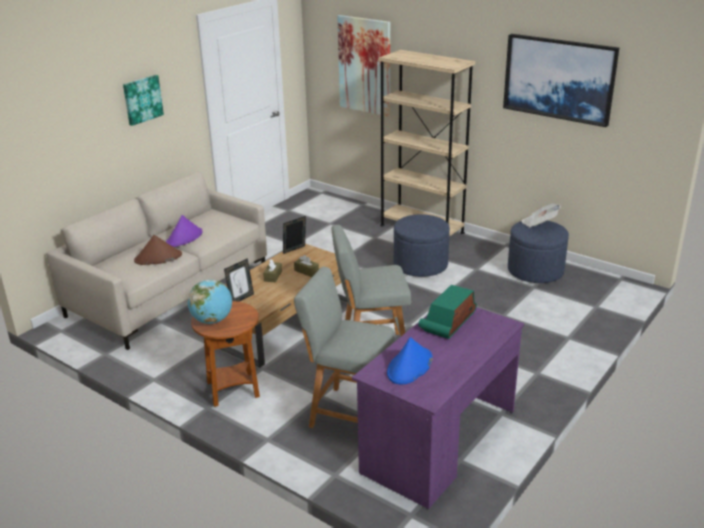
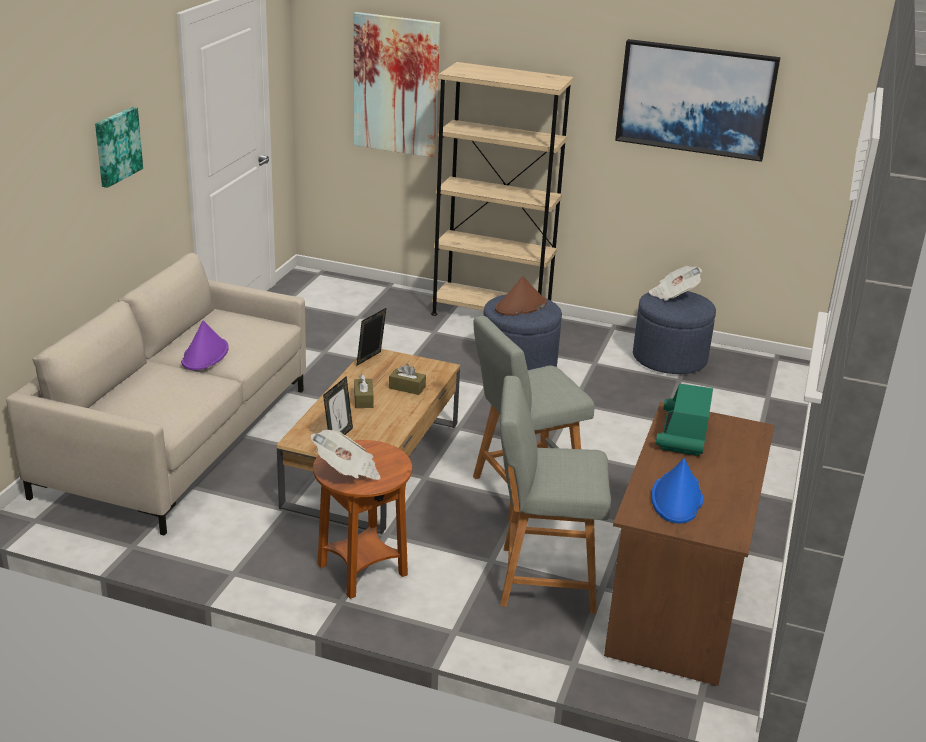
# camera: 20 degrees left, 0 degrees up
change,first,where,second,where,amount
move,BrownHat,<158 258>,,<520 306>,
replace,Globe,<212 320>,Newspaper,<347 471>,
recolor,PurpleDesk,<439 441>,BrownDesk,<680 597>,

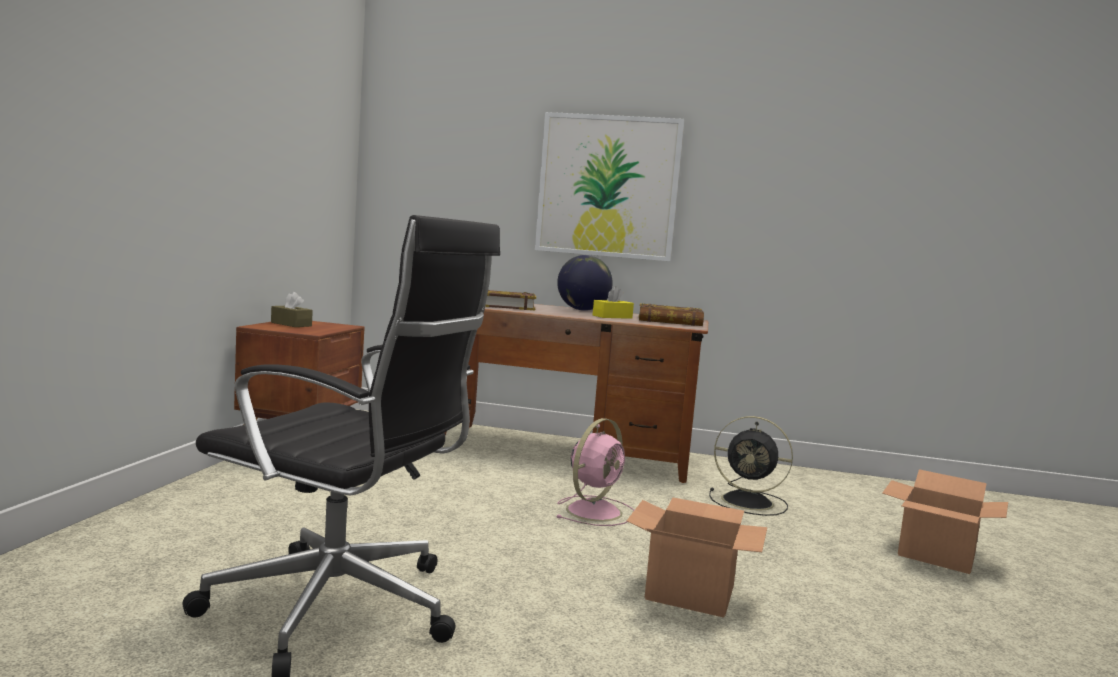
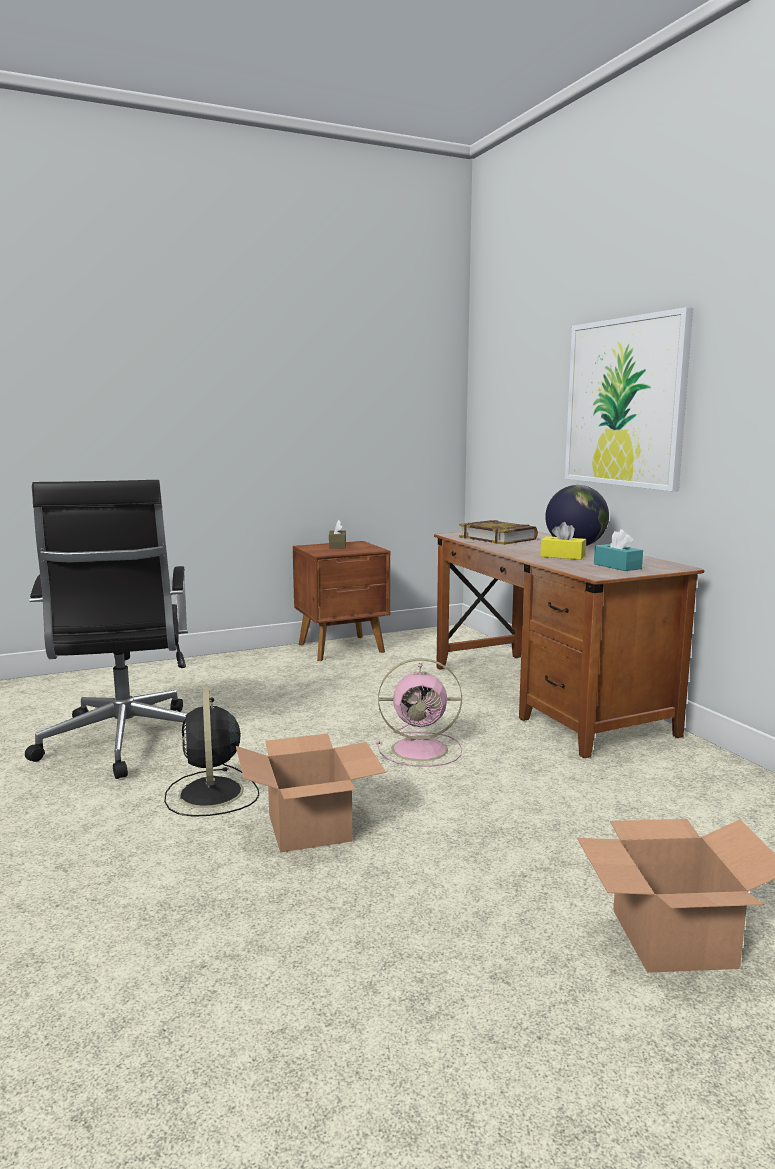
# camera: 55 degrees right, 5 degrees up
change,first,where,second,where,amount
move,BlackFan,<750 502>,,<211 794>,
replace,Book,<669 321>,TurquoiseTissueBox,<617 566>,

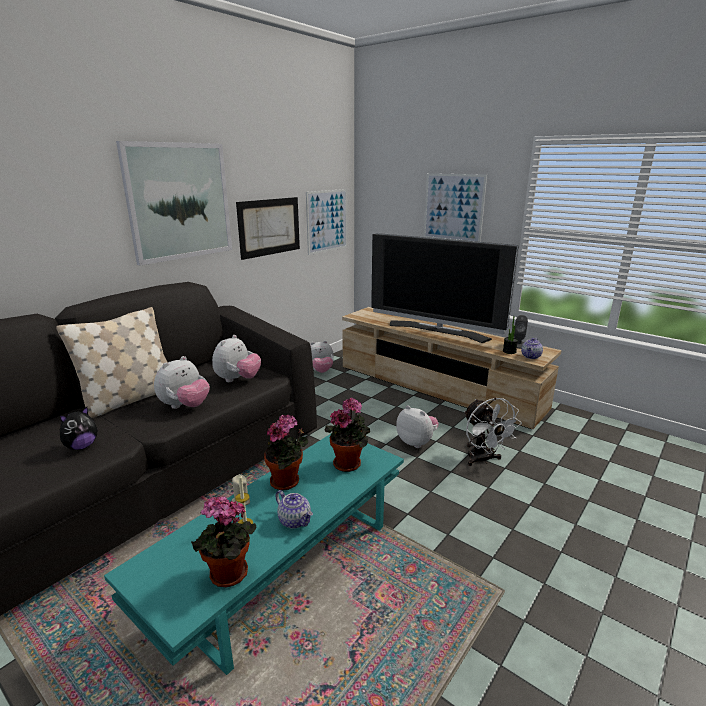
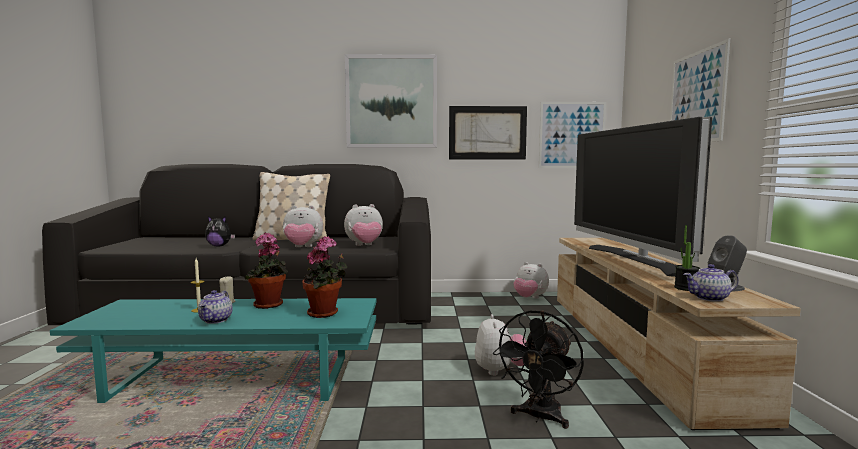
# camera: 50 degrees right, 15 degrees down
change,first,where,second,where,amount
delete,PottedPlant,<227 576>,,,
recolor,WhiteFan,<483 460>,BlackFan,<539 417>,

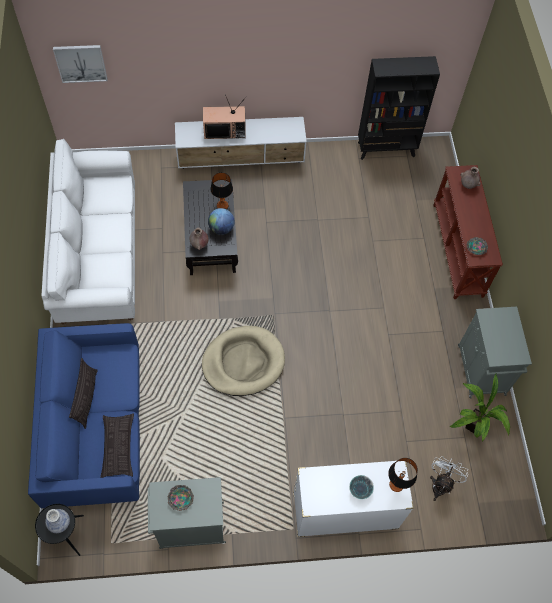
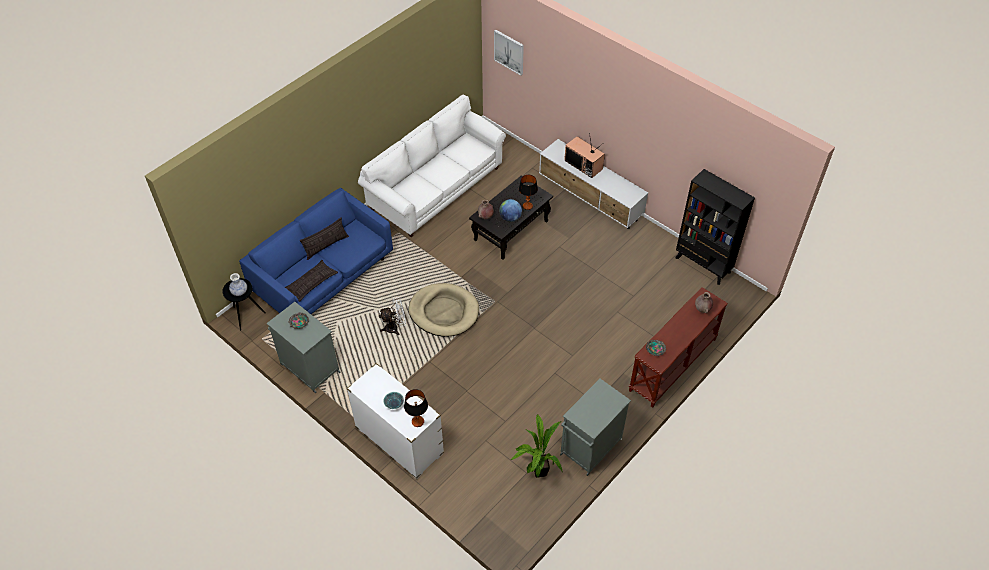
# camera: 50 degrees right, 10 degrees down
change,first,where,second,where,amount
move,WhiteFan,<441 484>,,<395 327>,

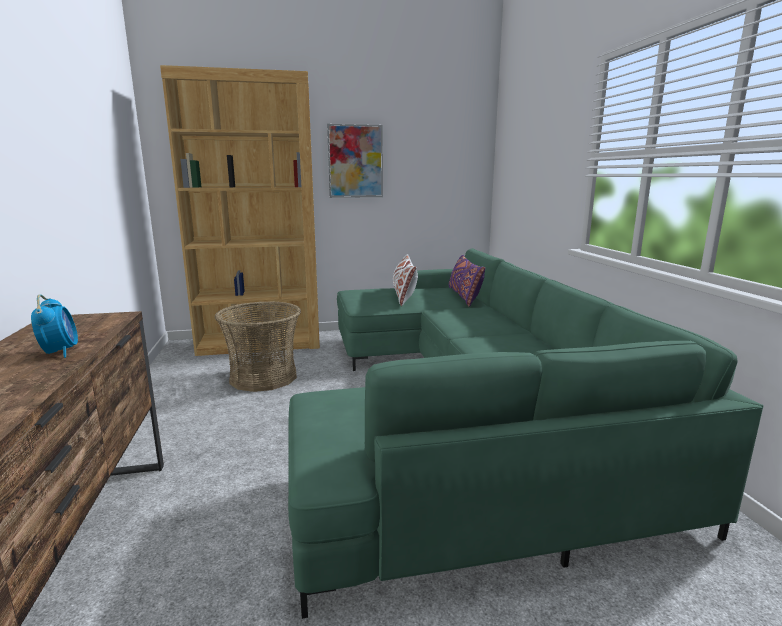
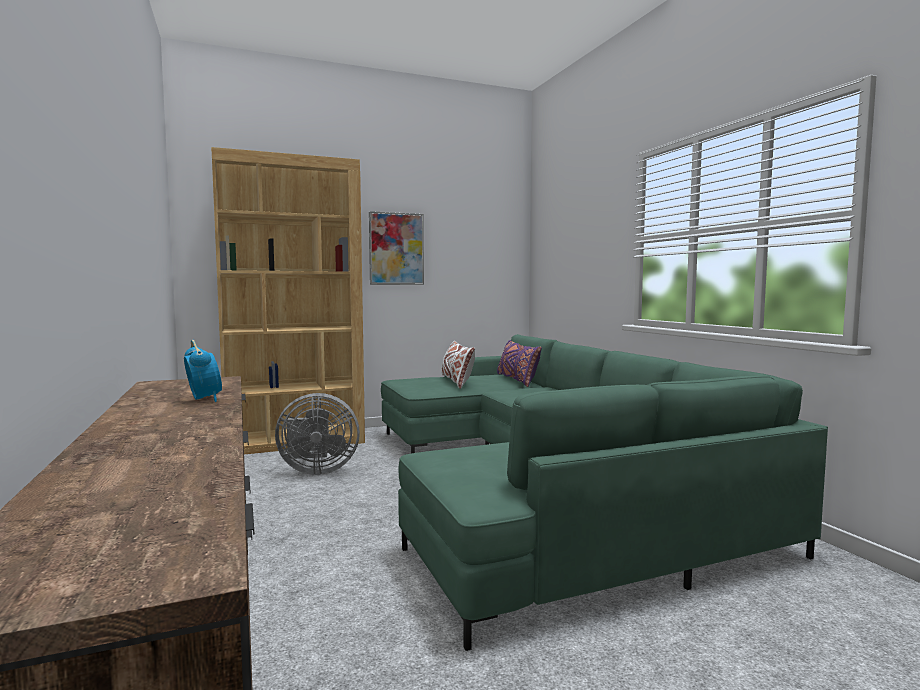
# camera: 10 degrees left, 10 degrees down
change,first,where,second,where,amount
replace,Basket,<263 377>,GreyFan,<316 470>,

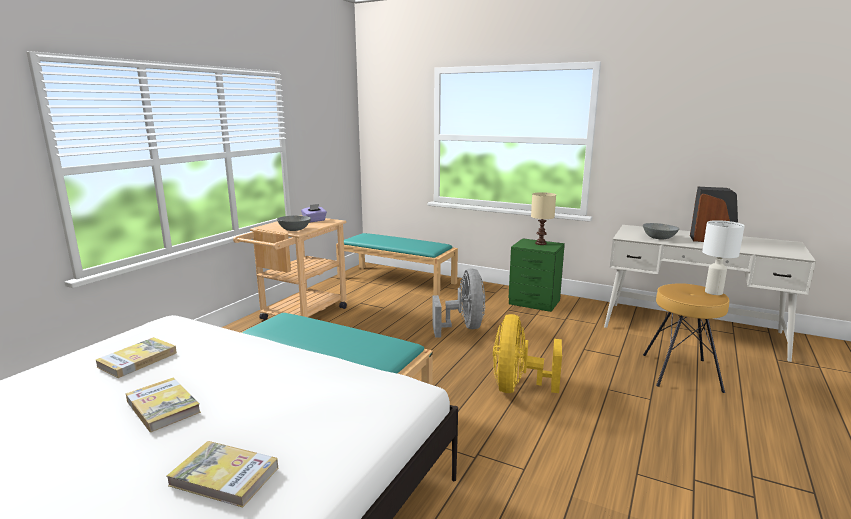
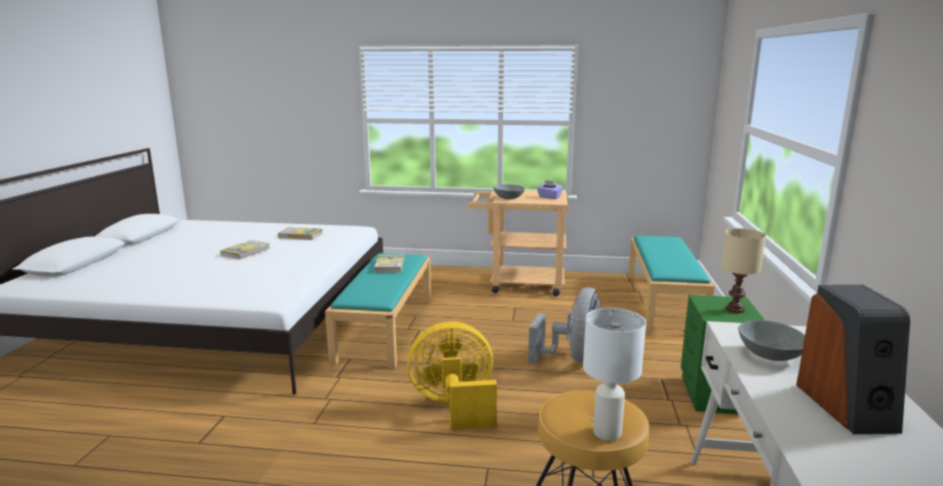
# camera: 70 degrees right, 0 degrees up
change,first,where,second,where,amount
move,Book,<224 476>,,<389 265>,
rotate,GreyFan,<463 327>,,<573 358>,45 degrees counterclockwise

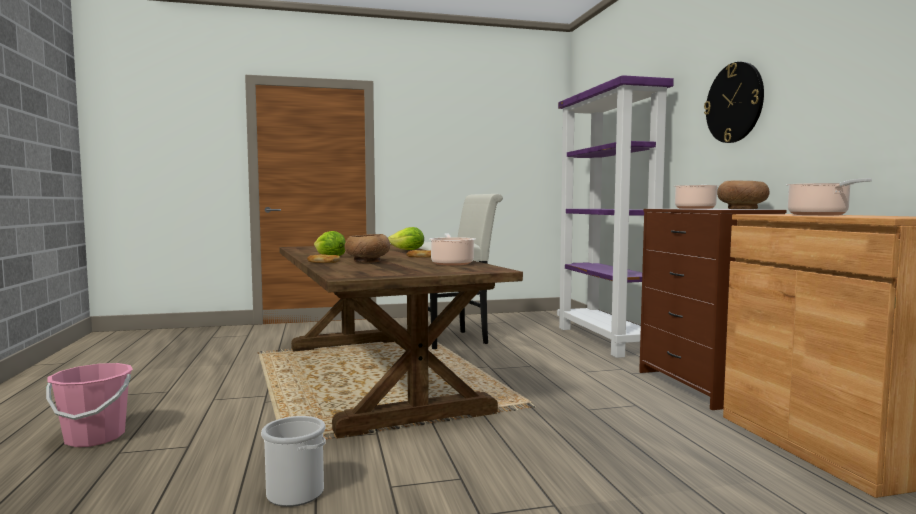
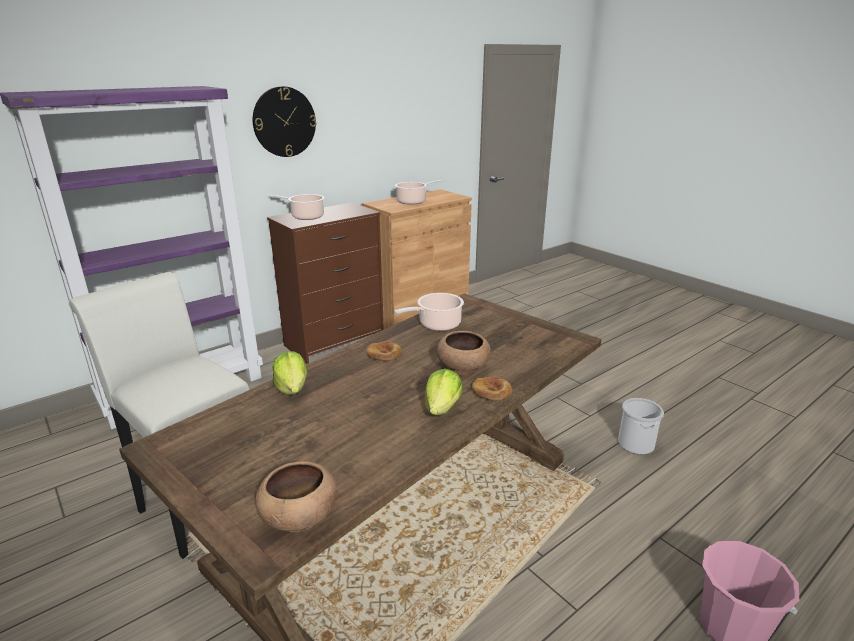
# camera: 115 degrees left, 20 degrees up
change,first,where,second,where,amount
move,BrownBowl,<742 209>,,<298 516>,

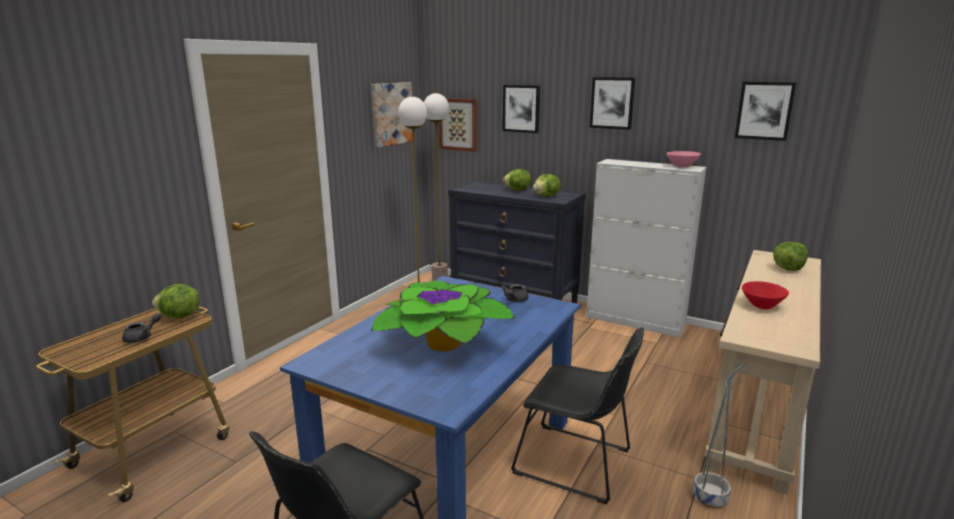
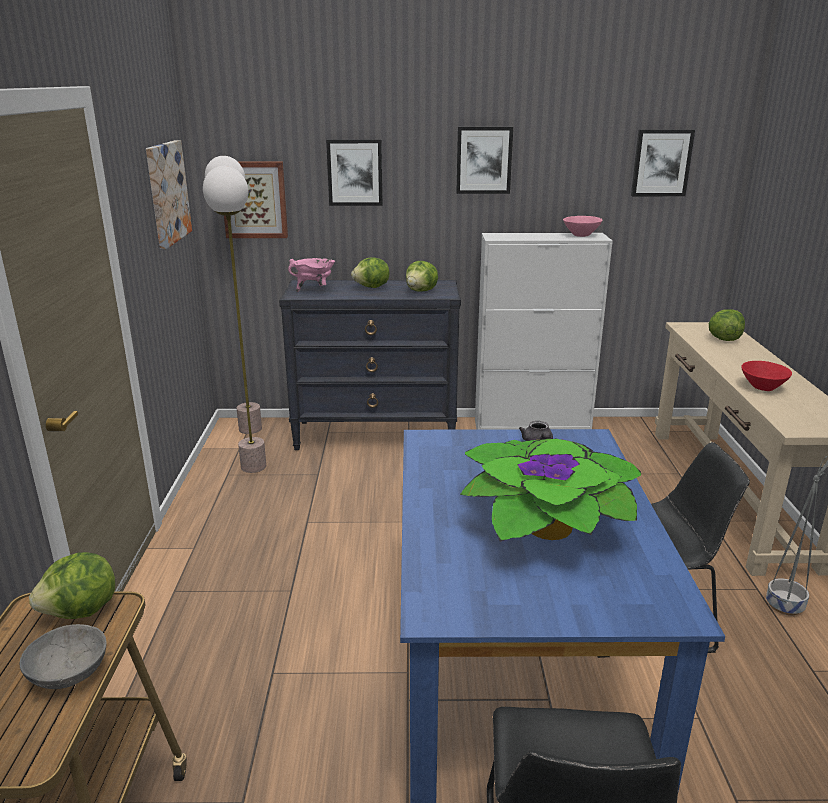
# camera: 30 degrees left, 5 degrees up
change,first,where,second,where,amount
insert,,,PinkCookingPot,<314 290>,
replace,GreyTeapot,<142 337>,GreyBowl,<68 672>,

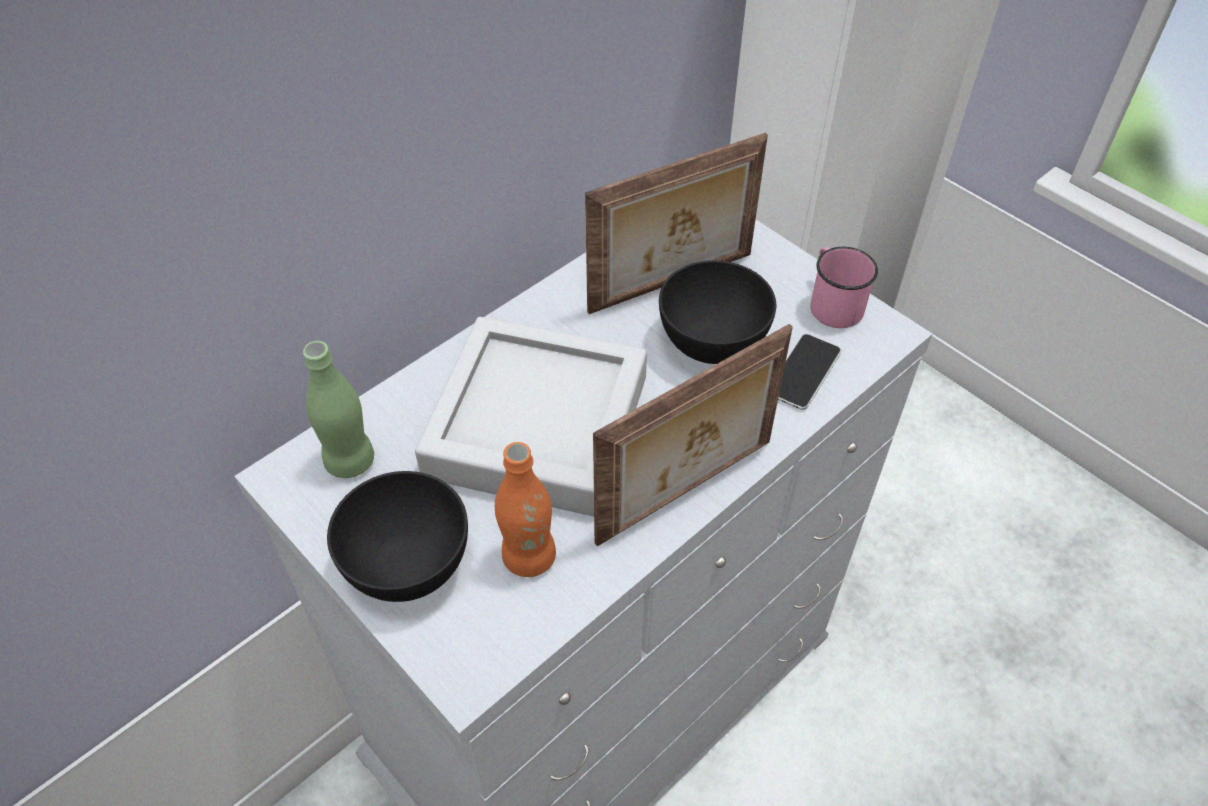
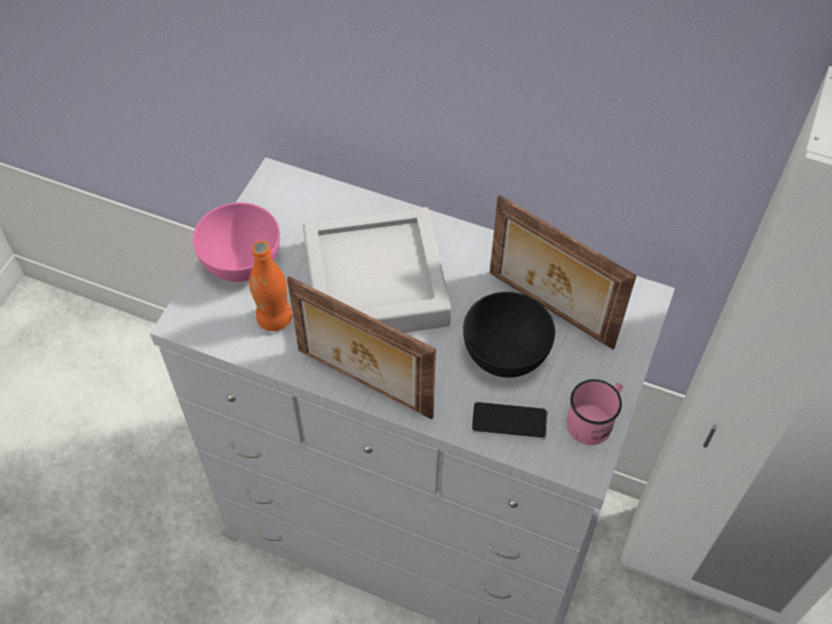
# camera: 65 degrees right, 5 degrees up
change,first,where,second,where,amount
delete,GreenBottle,<350 461>,,,
recolor,BlackBowl,<409 567>,PinkBowl,<242 264>,

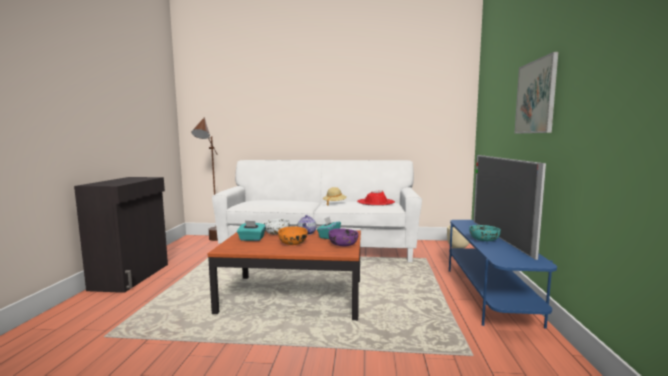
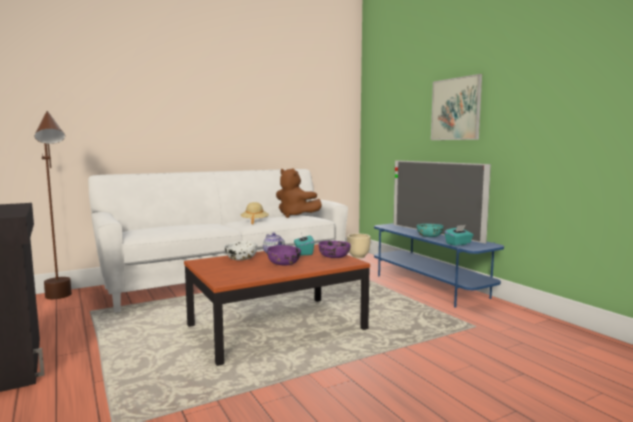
# camera: 35 degrees left, 0 degrees up
change,first,where,second,where,amount
move,TurquoiseTissueBox,<251 239>,,<458 244>,
replace,RedHat,<375 202>,BrownPlushToy,<295 215>,
recolor,OrangeBowl,<293 243>,PurpleBowl,<284 263>,

